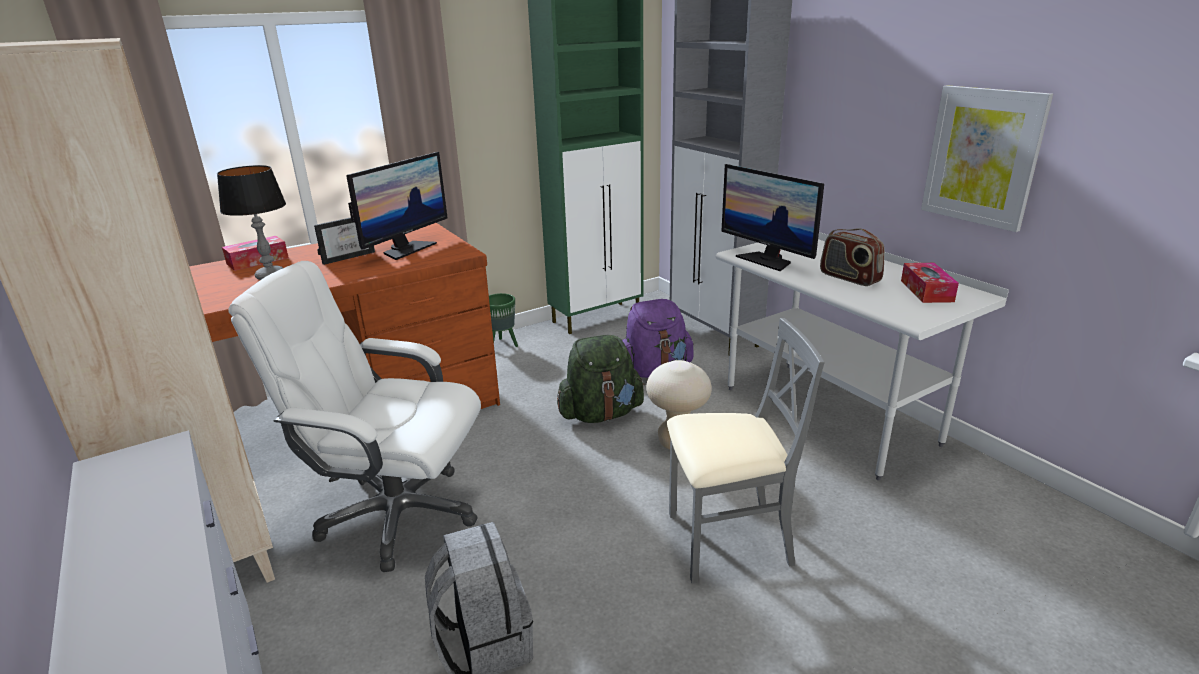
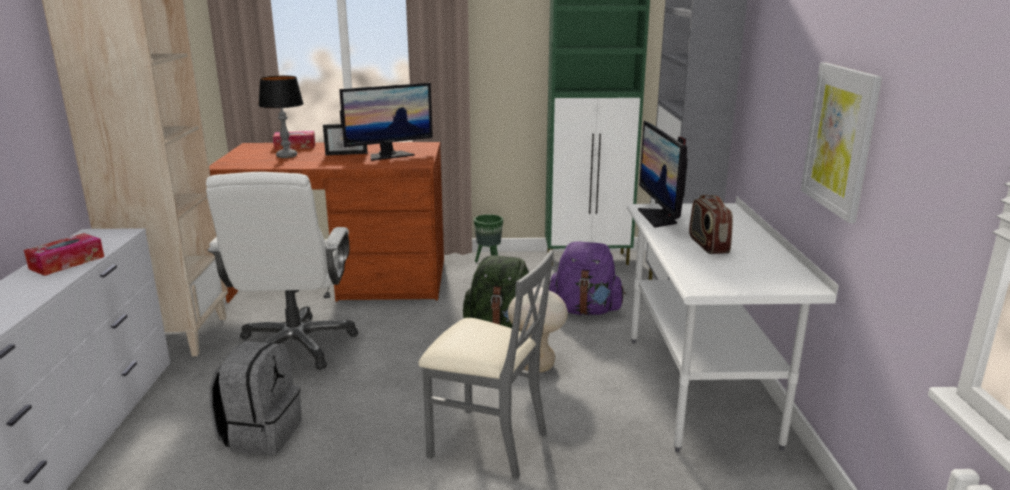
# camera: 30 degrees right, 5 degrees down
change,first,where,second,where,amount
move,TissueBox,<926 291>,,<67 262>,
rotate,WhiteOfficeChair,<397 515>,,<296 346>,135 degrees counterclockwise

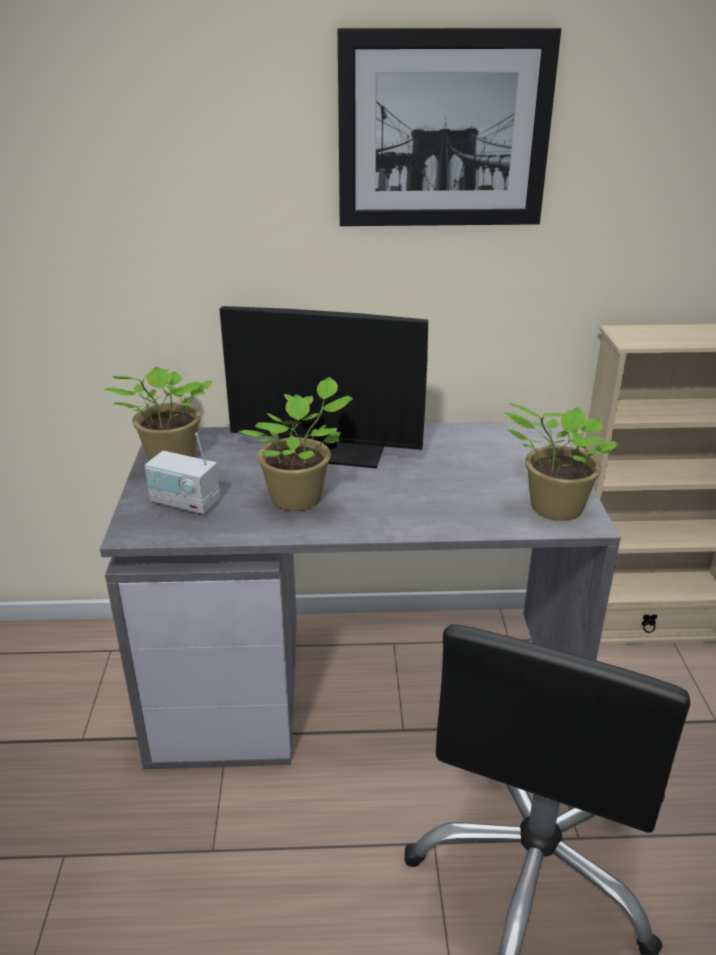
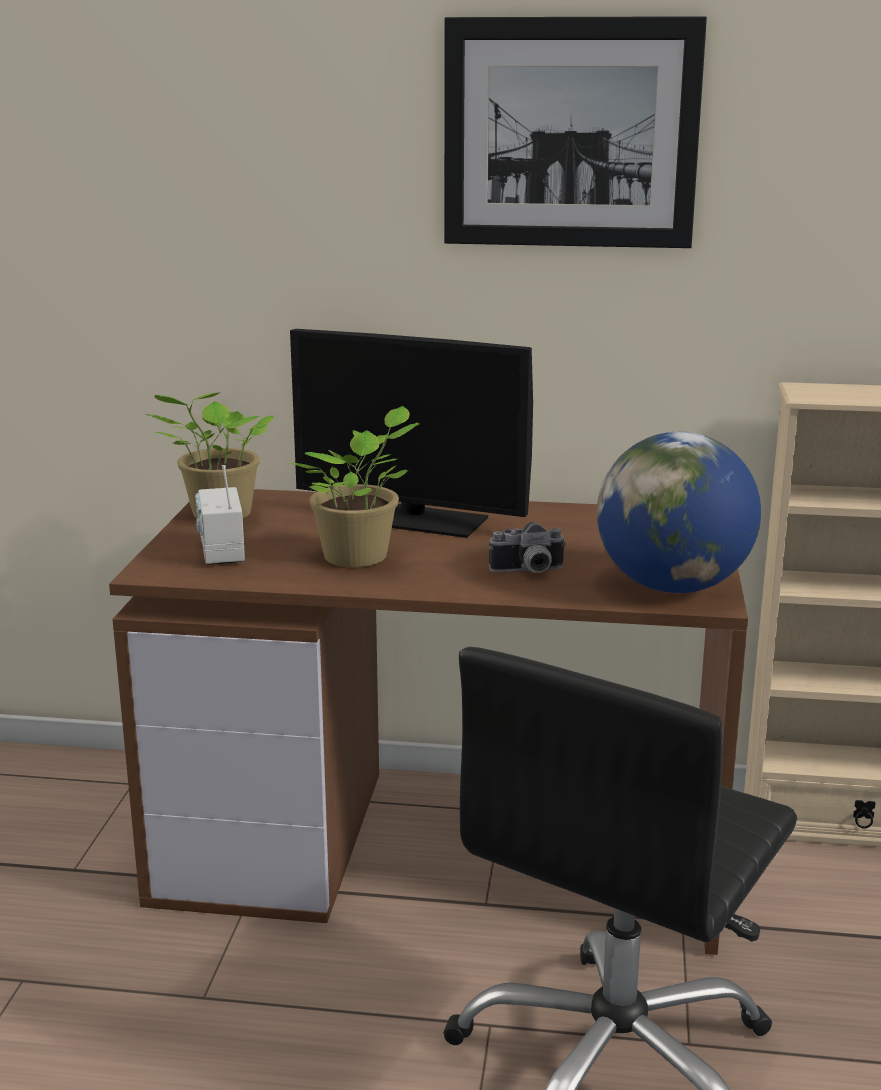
# camera: 10 degrees right, 10 degrees down
change,first,where,second,where,amount
insert,,,PhotoCamera,<528 572>,
replace,PottedPlant,<552 508>,Globe,<673 586>,
recolor,GreyDesk,<360 681>,BrownDesk,<445 847>,
rotate,Radio,<185 503>,,<221 552>,45 degrees clockwise

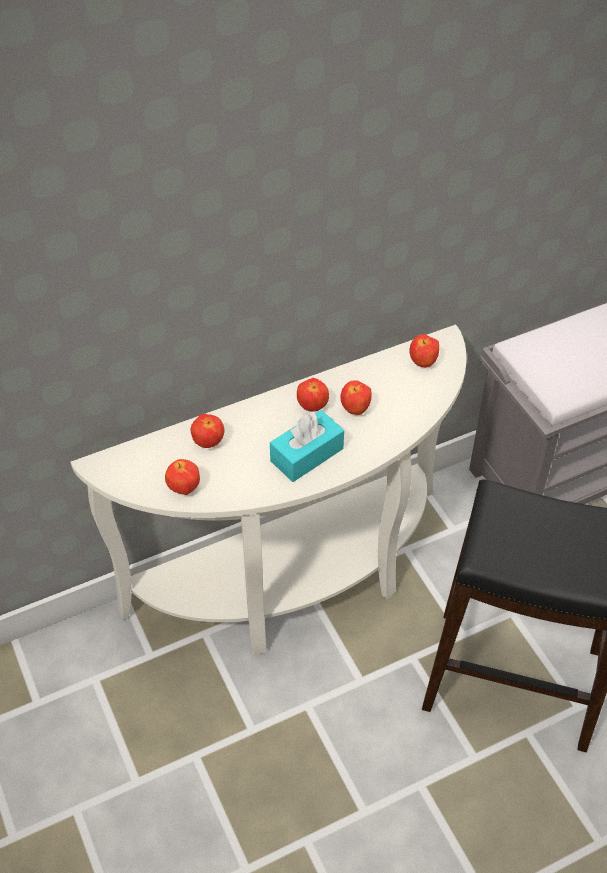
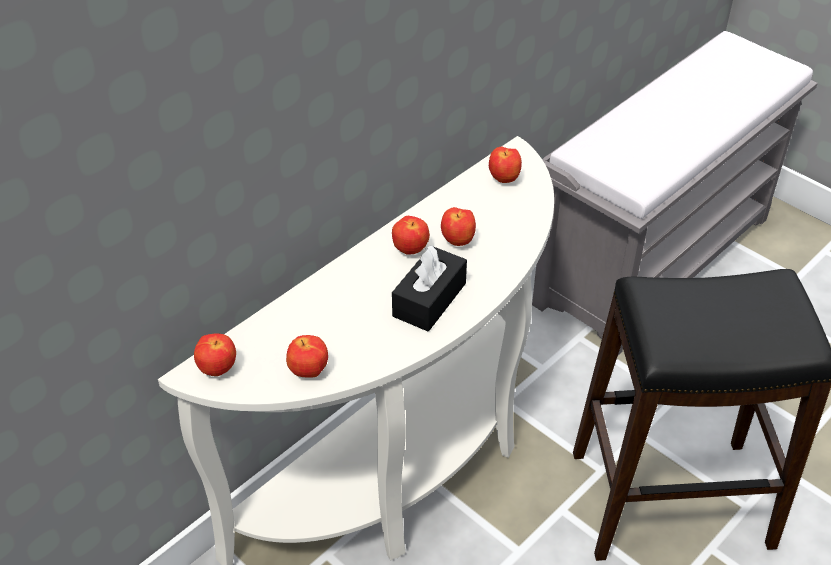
# camera: 20 degrees left, 5 degrees down
change,first,where,second,where,amount
move,Apple,<208 442>,,<218 369>,
recolor,TurquoiseTissueBox,<307 455>,BlackTissueBox,<429 300>,

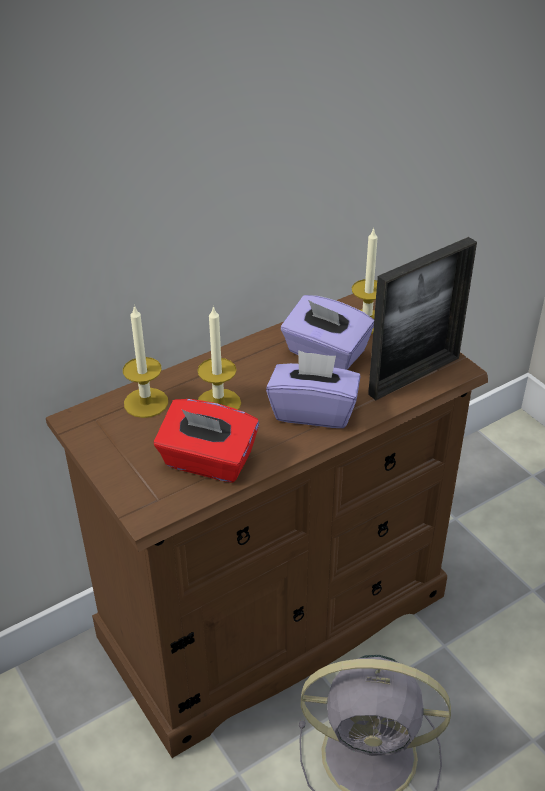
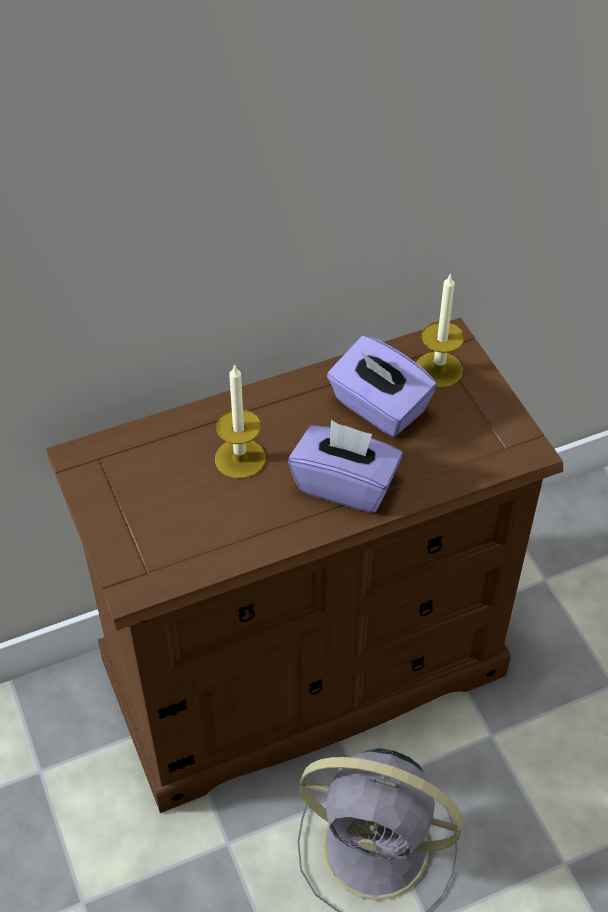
# camera: 10 degrees right, 10 degrees up
change,first,where,second,where,amount
delete,Candle,<146 402>,,,
delete,RedTissueBox,<208 462>,,,
delete,PictureFrame,<414 376>,,,

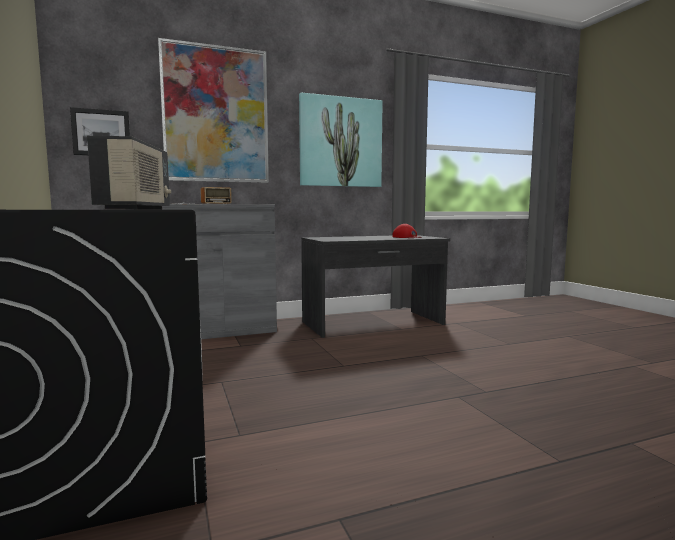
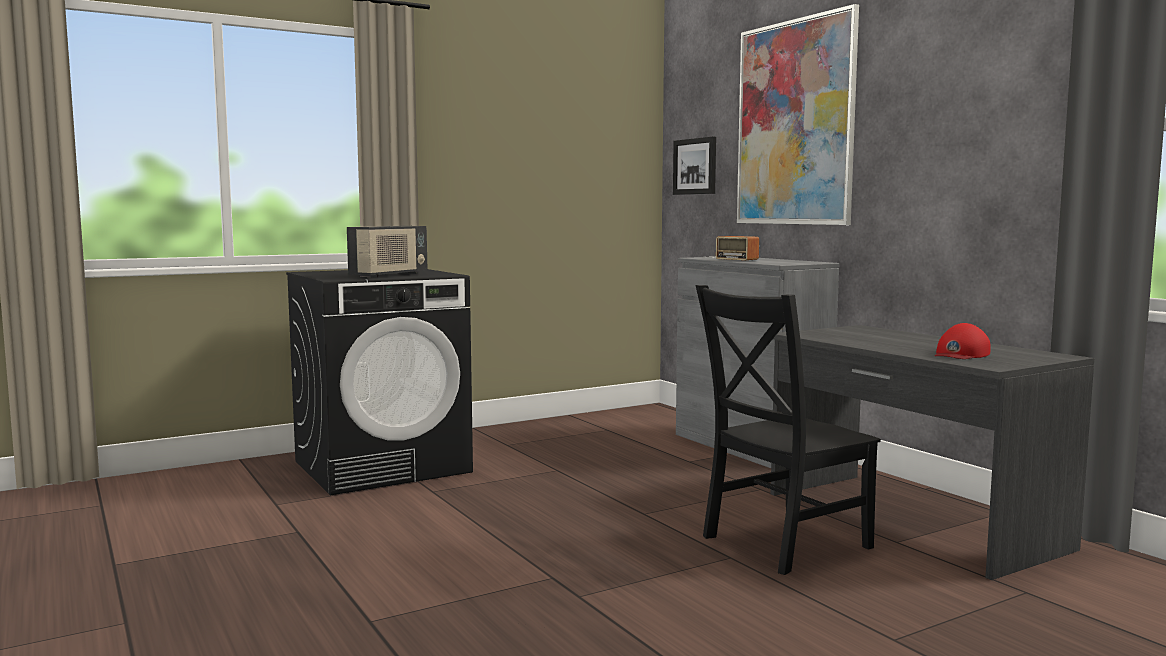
# camera: 80 degrees right, 0 degrees up
change,first,where,second,where,amount
delete,Picture,<340 142>,,,
insert,,,BlackChair,<781 543>,
rotate,Radio,<137 209>,,<389 275>,45 degrees counterclockwise

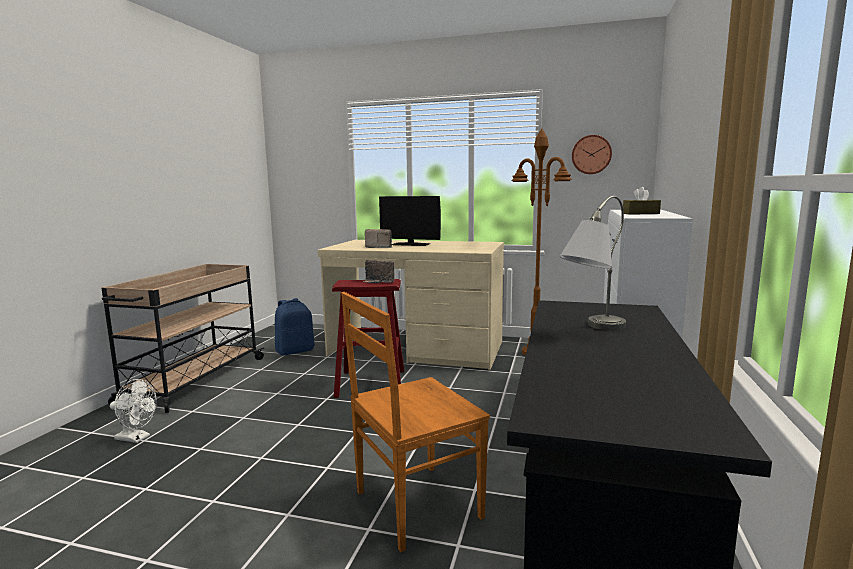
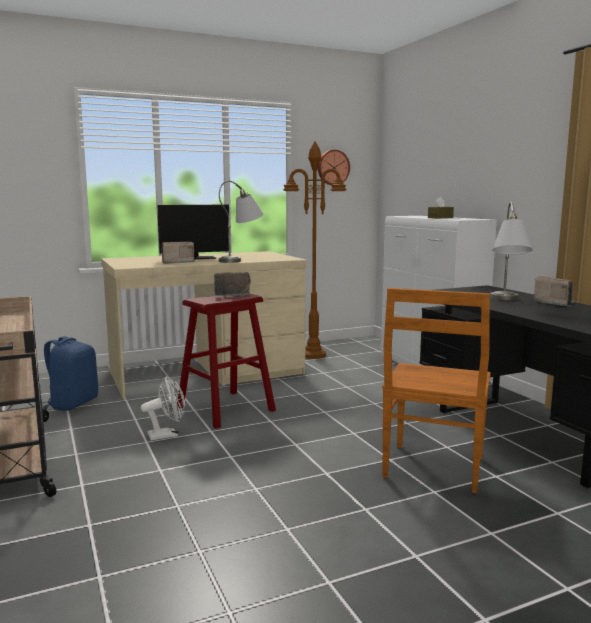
# camera: 40 degrees left, 0 degrees up
change,first,where,second,where,amount
insert,,,GreyTableLamp,<242 260>,
insert,,,Radio,<554 303>,
move,WhiteFan,<136 438>,,<167 435>,

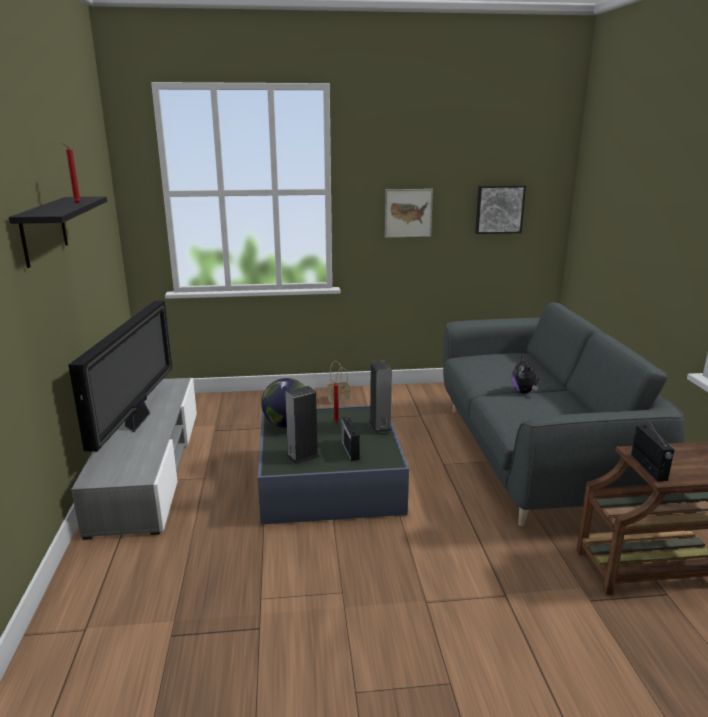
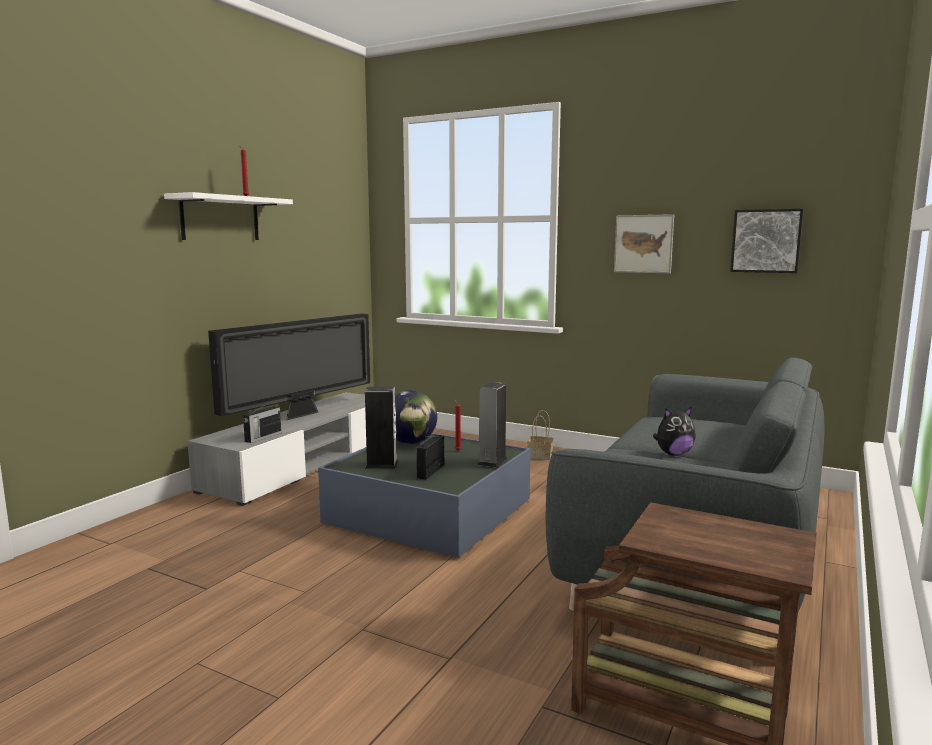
# camera: 35 degrees right, 10 degrees down
change,first,where,second,where,amount
move,Radio,<649 467>,,<262 437>,
recolor,BlackShelf,<44 230>,WhiteShelf,<220 218>,
rotate,PlushToy,<524 392>,,<673 454>,135 degrees counterclockwise

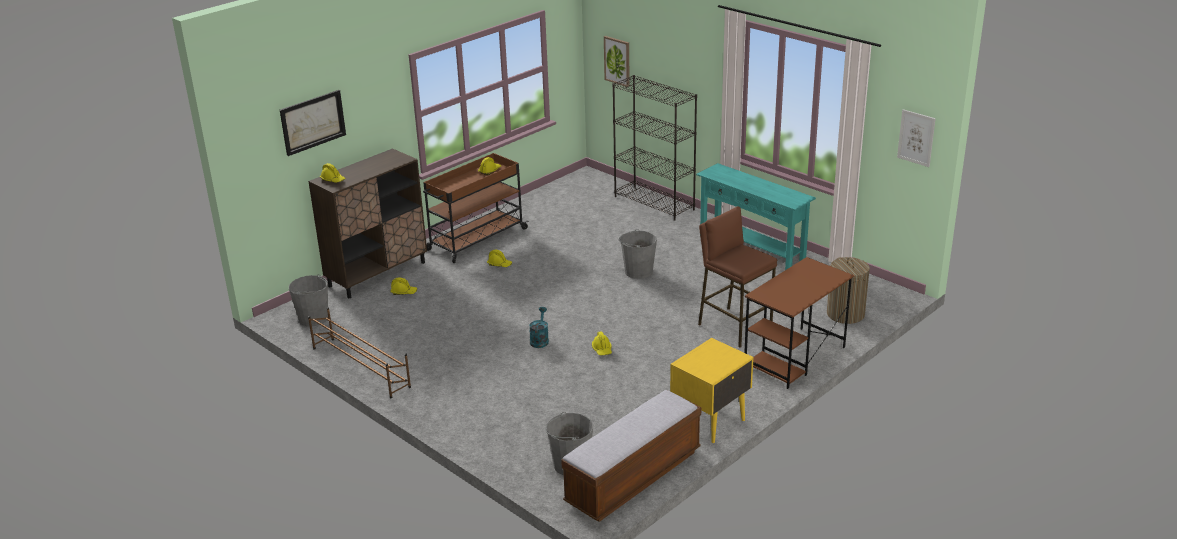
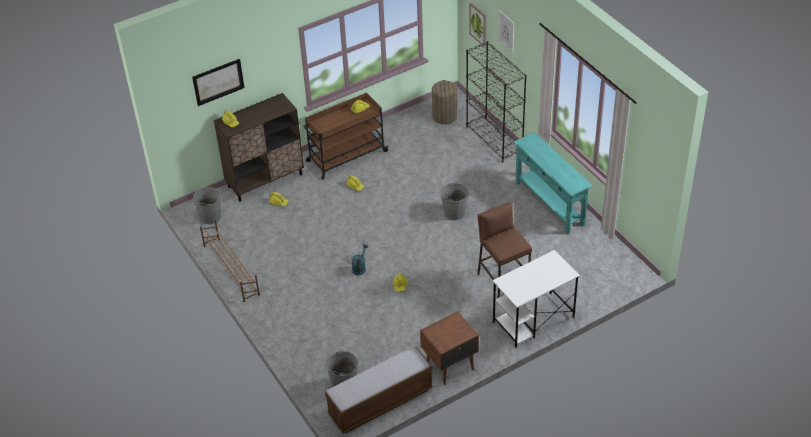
# camera: 15 degrees right, 15 degrees up
change,first,where,second,where,amount
move,LaundryBasket,<845 314>,,<444 116>,
move,Picture,<916 138>,,<506 31>,
recolor,YellowNightstand,<709 422>,BrownNightstand,<449 366>,
recolor,BrownDesk,<794 358>,WhiteDesk,<533 320>,

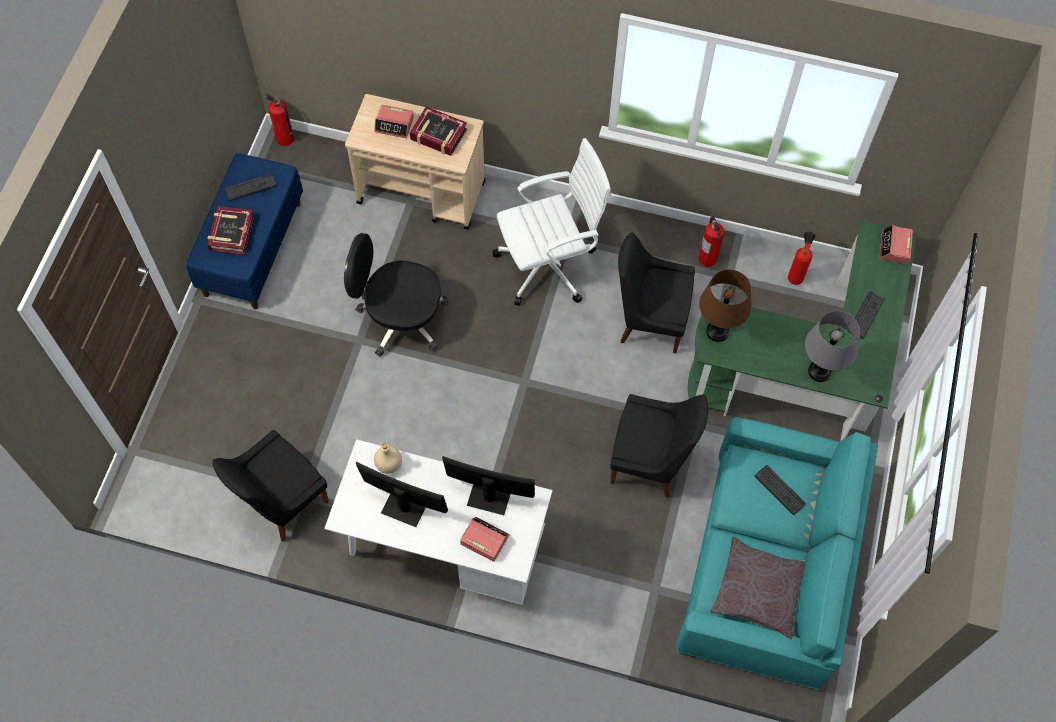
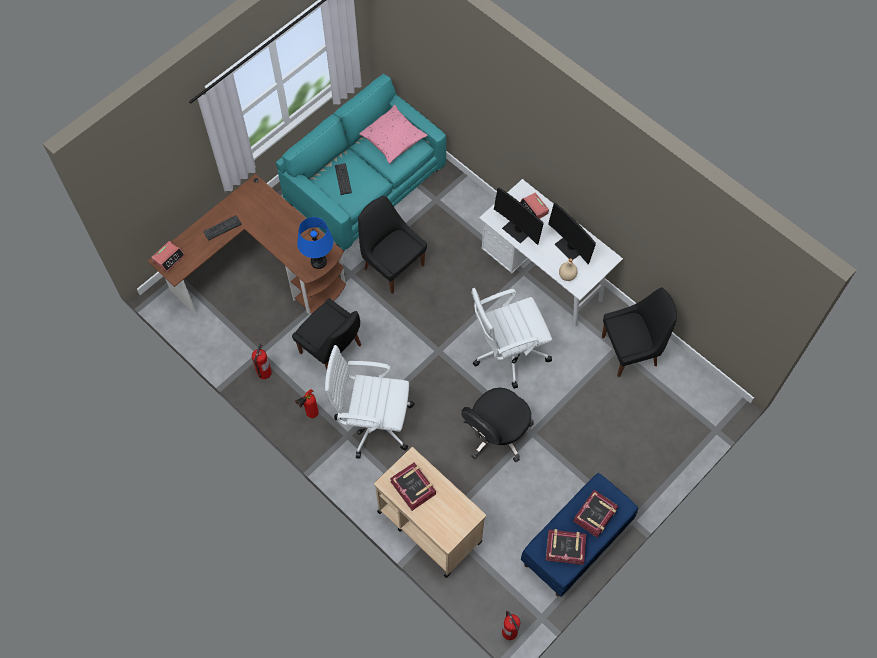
# camera: 150 degrees left, 0 degrees up
change,first,where,second,where,amount
delete,AlarmClock,<394 125>,,,
delete,GreyTableLamp,<819 371>,,,
insert,,,WhiteOfficeChair,<508 352>,
move,FireExtinguisher,<796 276>,,<310 415>,
replace,Keyboard,<250 187>,Book,<565 548>,
recolor,GreenDesk,<804 373>,BrownDesk,<261 270>,
recolor,BrownTableLamp,<717 331>,BlueTableLamp,<318 261>,
recolor,GreyPillow,<759 591>,PinkPillow,<392 138>,
rotate,BlackOfficeChair,<400 319>,,<496 434>,90 degrees clockwise

